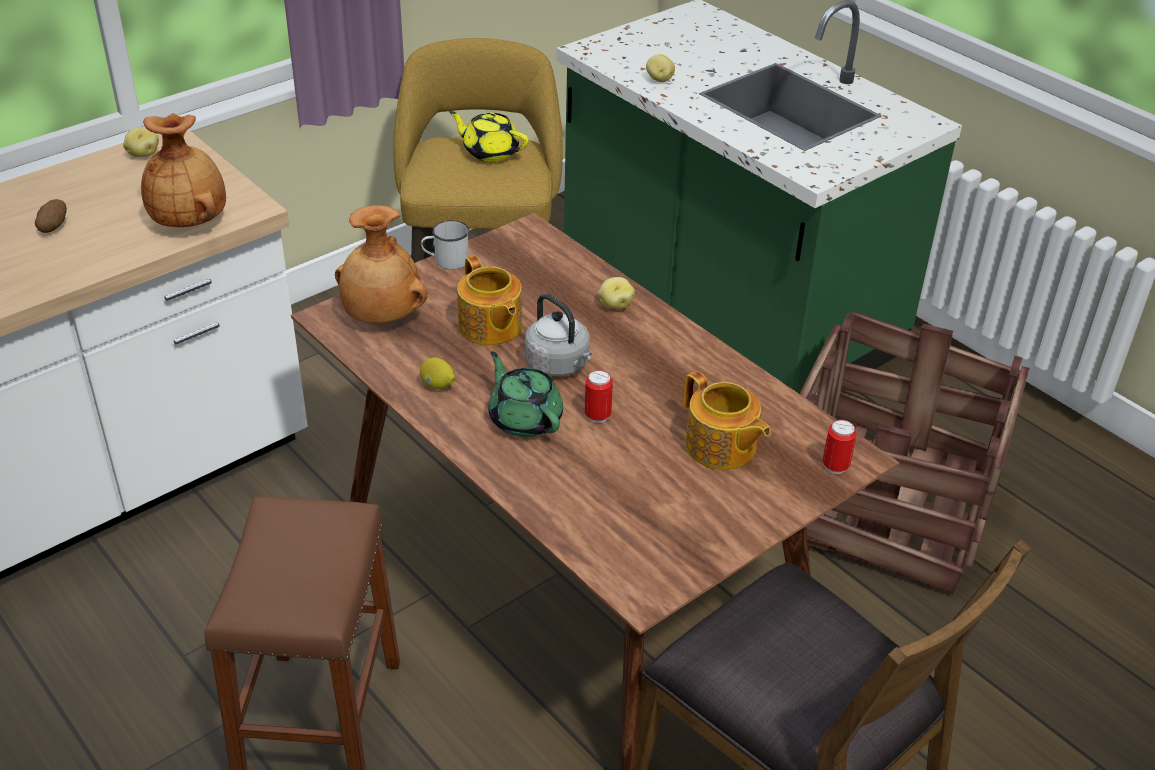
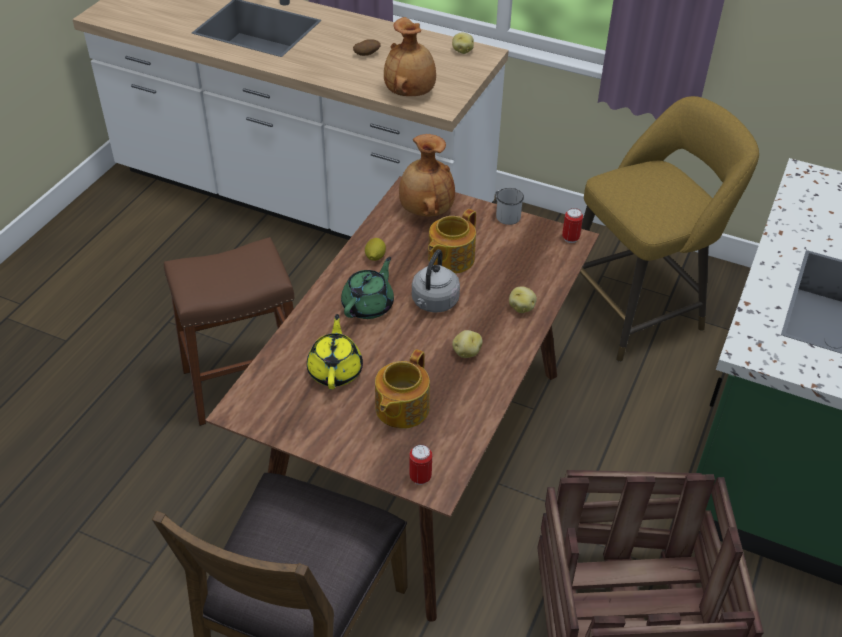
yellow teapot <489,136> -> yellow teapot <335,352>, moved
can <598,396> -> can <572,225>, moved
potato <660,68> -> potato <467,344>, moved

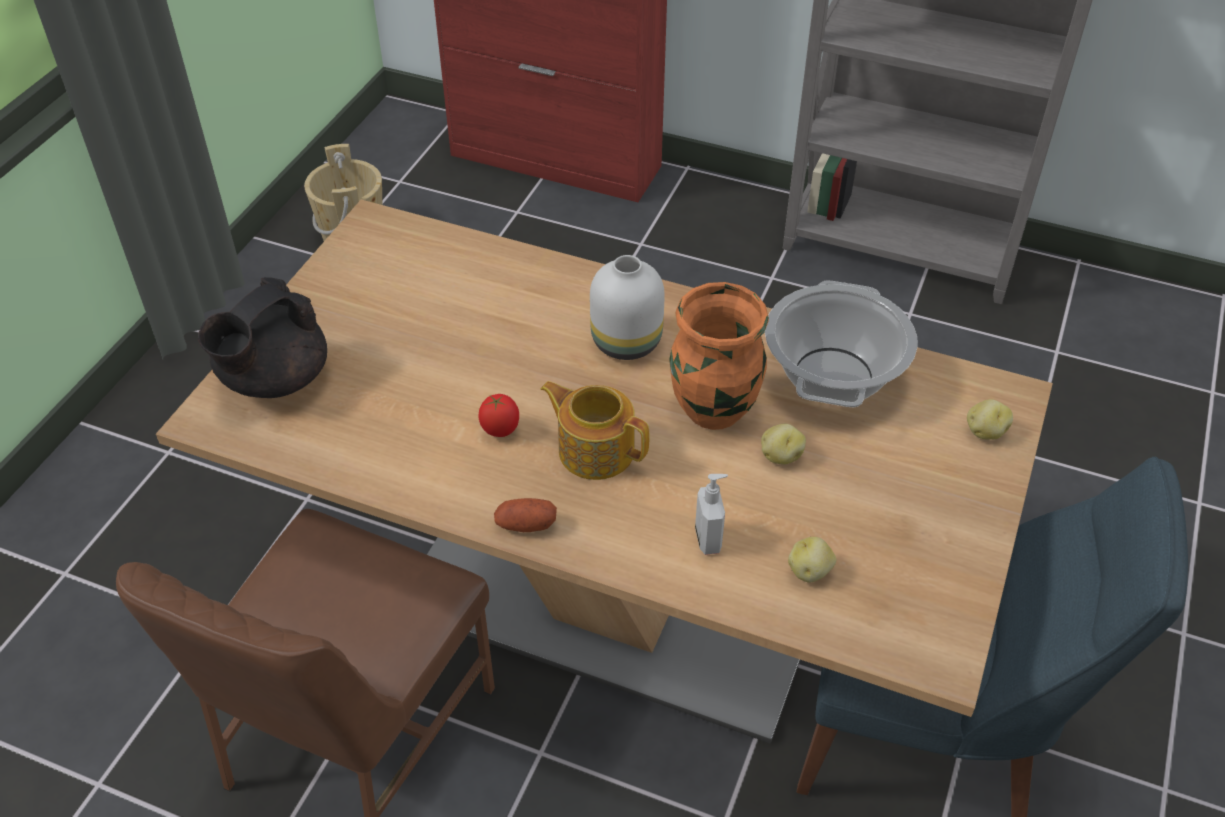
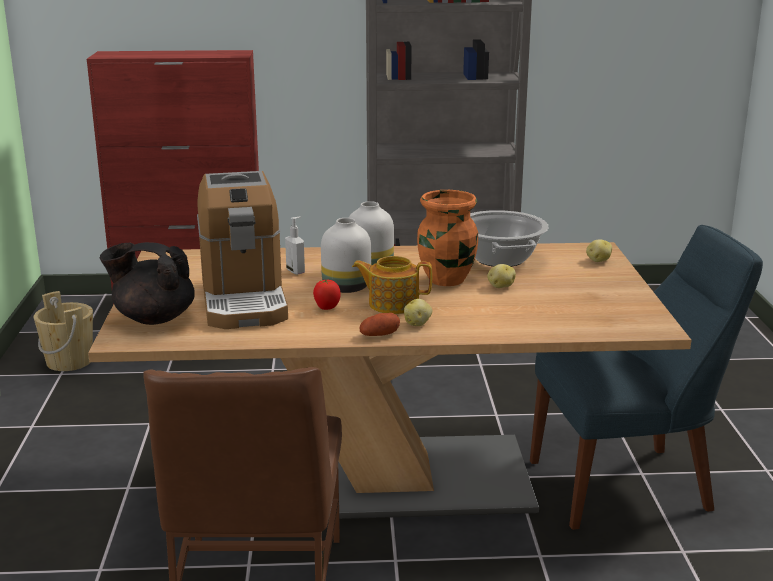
none -> coffee machine <242,250>
none -> white vase <346,255>
soap dispenser <711,514> -> soap dispenser <295,246>, moved
potato <812,560> -> potato <418,312>, moved
black teapot <262,337> -> black teapot <147,283>, 90 degrees clockwise

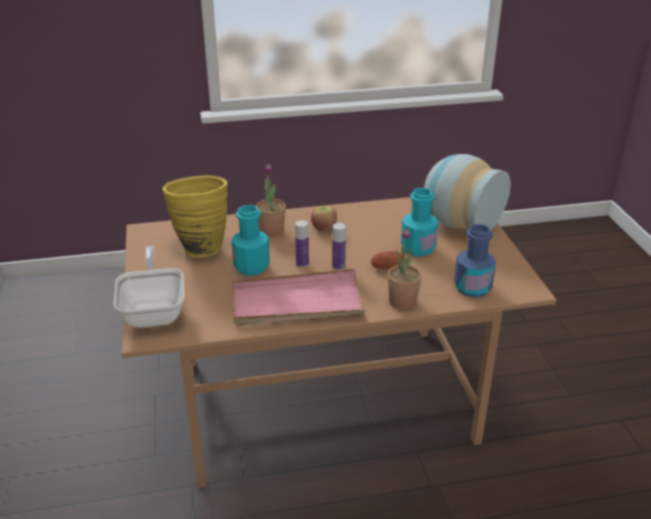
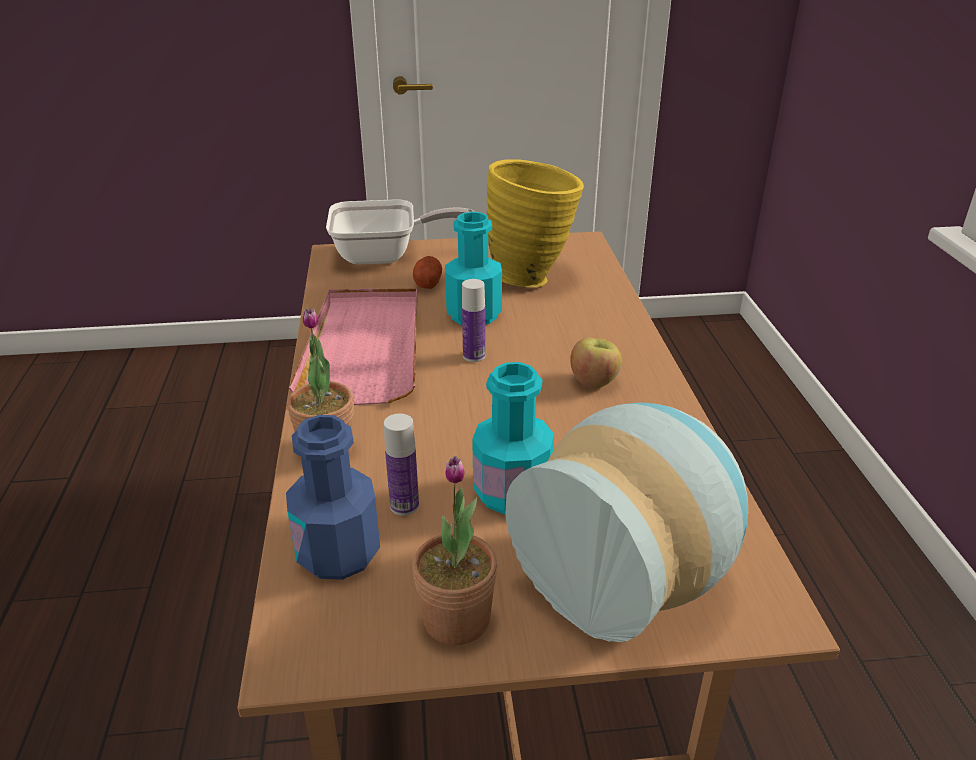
potted plant <271,200> -> potted plant <454,550>, moved
bottle <339,247> -> bottle <401,465>, moved
potato <387,260> -> potato <427,272>, moved

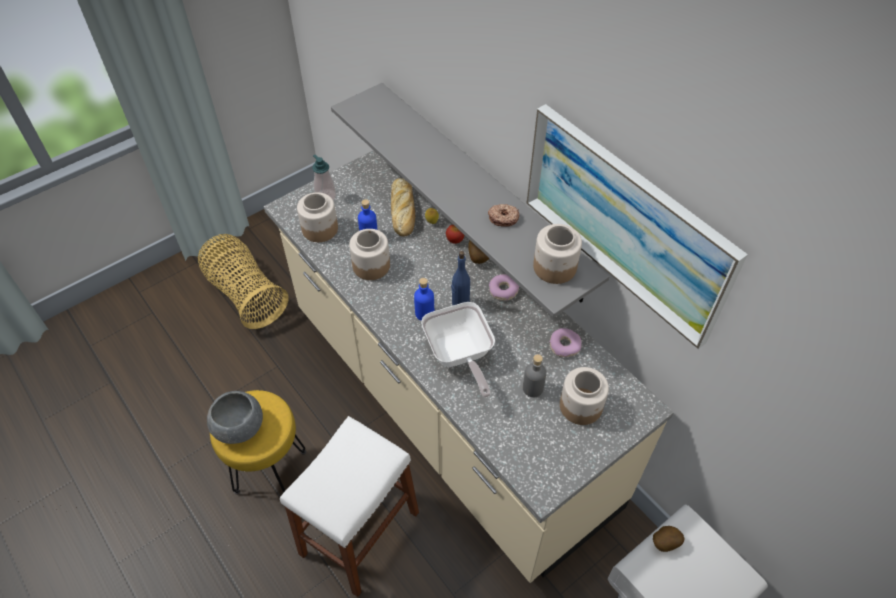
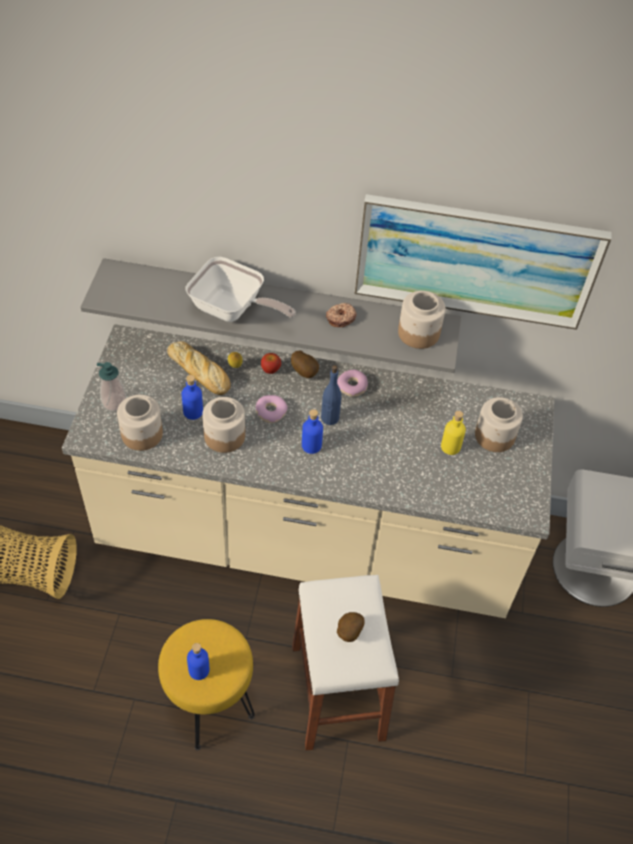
frying pan <458,350> -> frying pan <241,289>, moved
donut <565,342> -> donut <271,409>, moved
potato <668,539> -> potato <351,627>, moved
grey bowl <235,417> -> blue bottle <198,661>
grey bottle <535,375> -> yellow bottle <453,433>

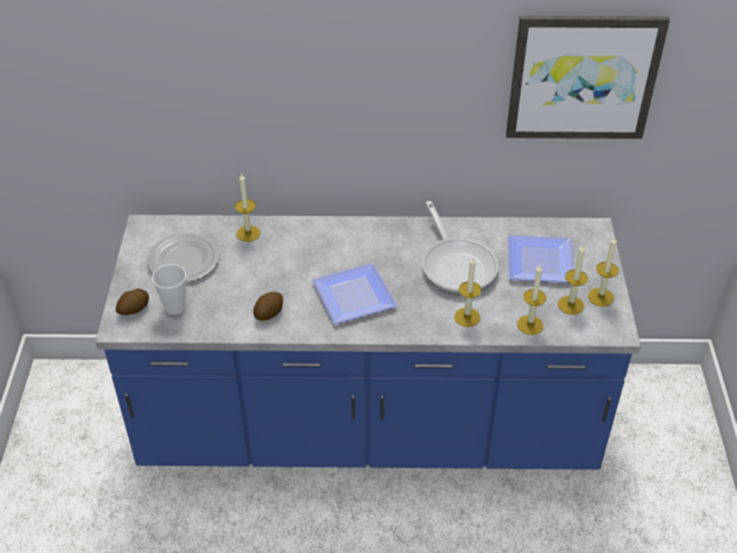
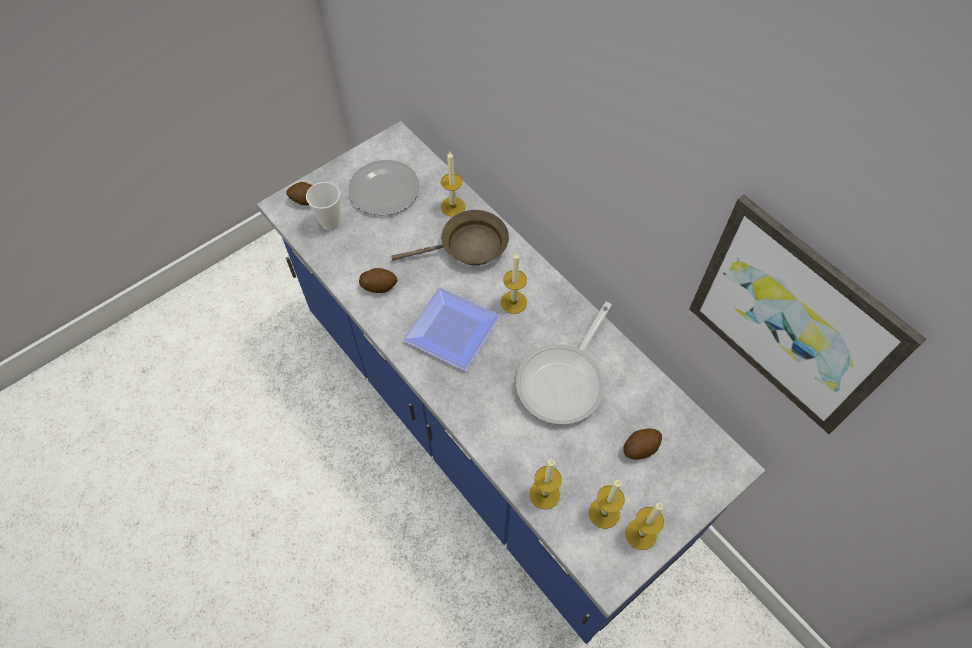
none -> brown frying pan <450,237>
candle <467,291> -> candle <513,283>, moved
plate <541,259> -> potato <642,444>

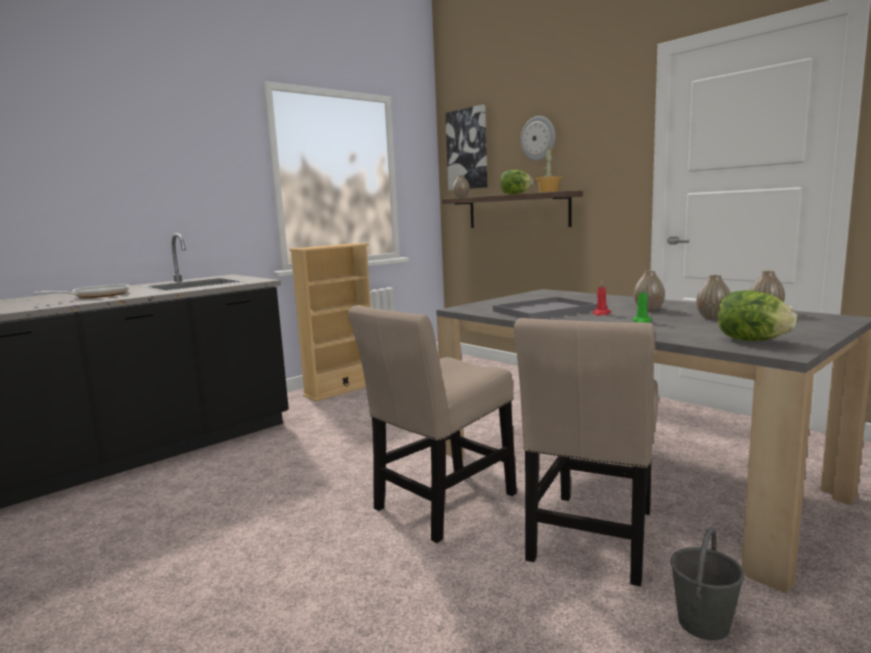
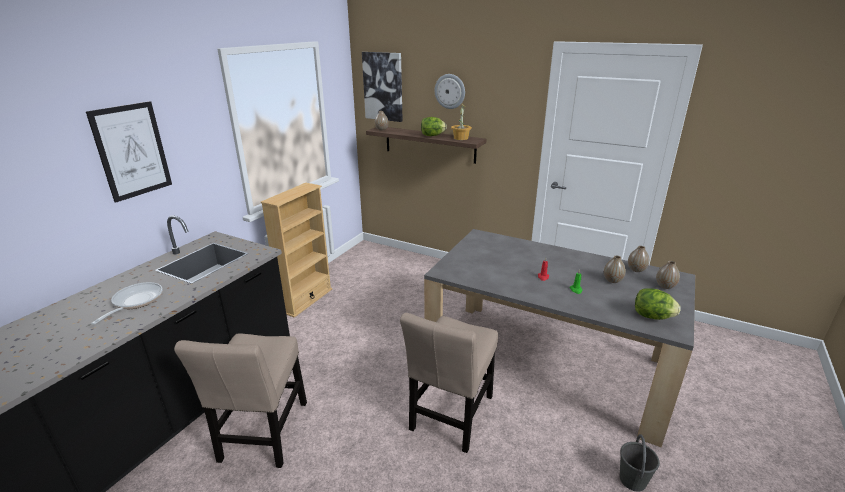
grey tray <545,308> -> none
none -> picture <129,152>
beige chair <586,452> -> beige chair <240,401>, moved
vase <649,290> -> vase <668,275>, moved

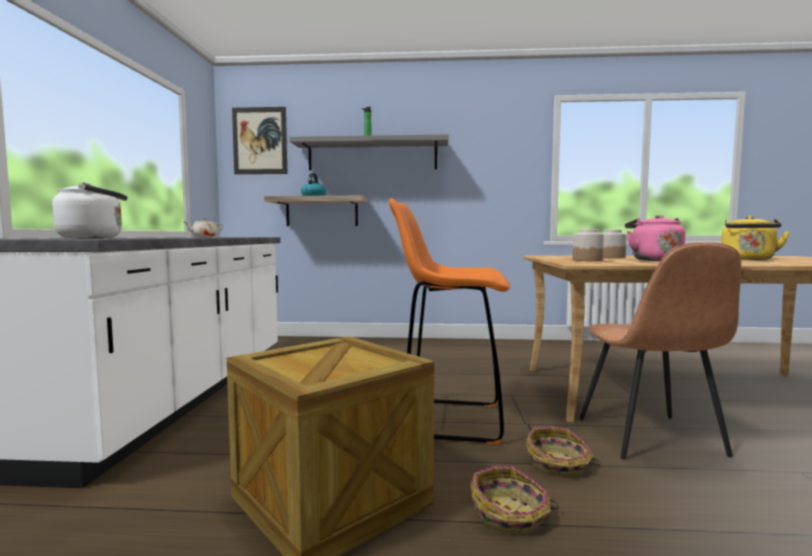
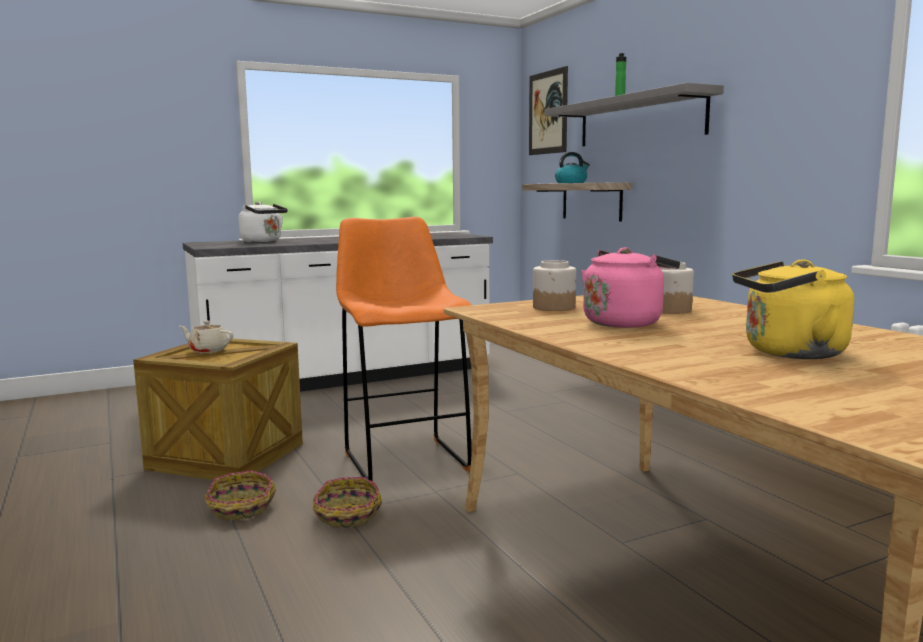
brown chair <660,350> -> none
beige teapot <202,227> -> beige teapot <206,337>, moved

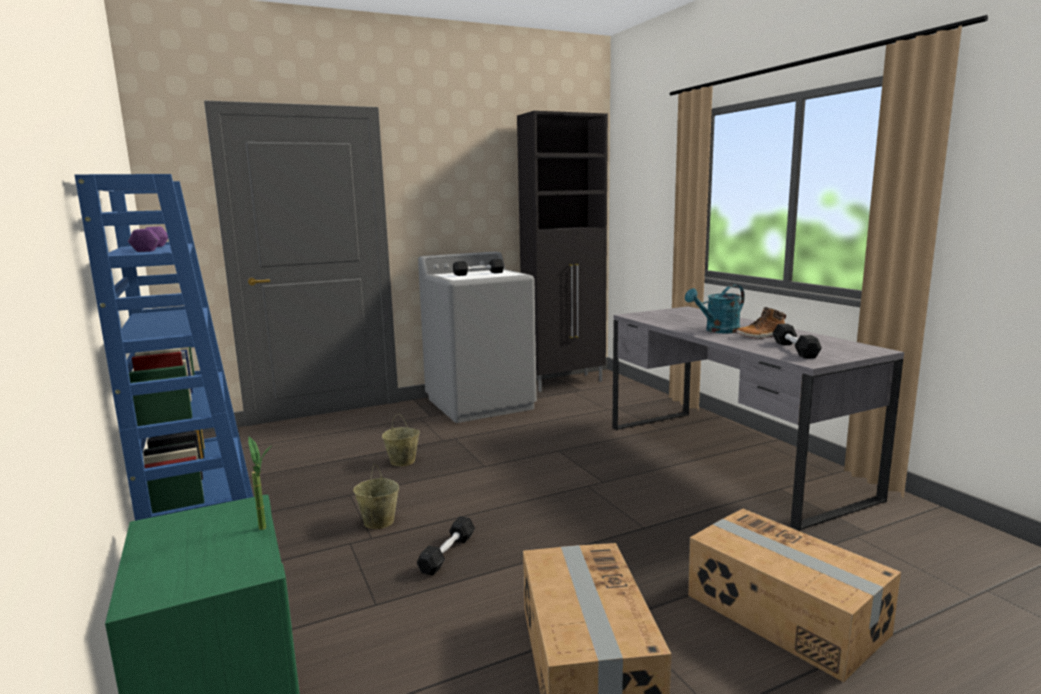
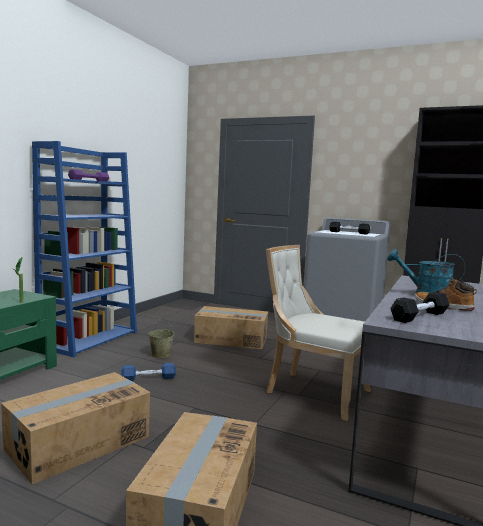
none -> beige chair <318,333>
beige bucket <401,439> -> cardboard box <231,327>
black dumbbell <446,546> -> blue dumbbell <148,372>

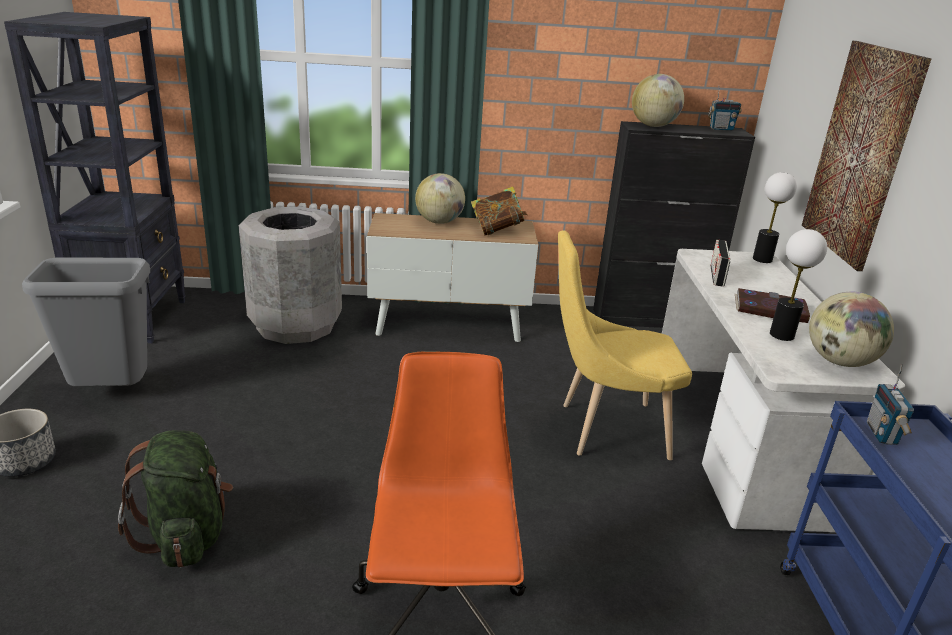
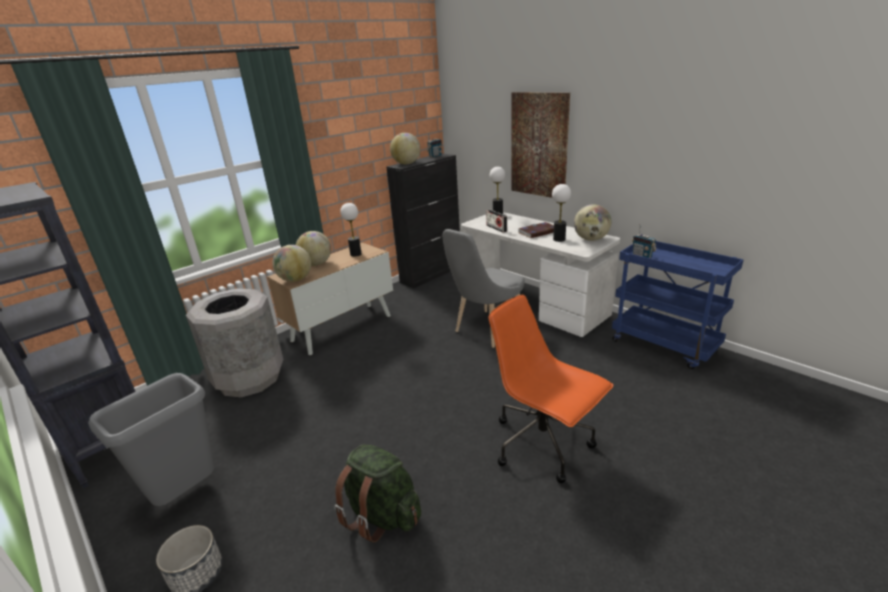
none -> globe <291,263>
book <499,210> -> table lamp <351,230>
yellow chair <625,345> -> grey chair <484,288>

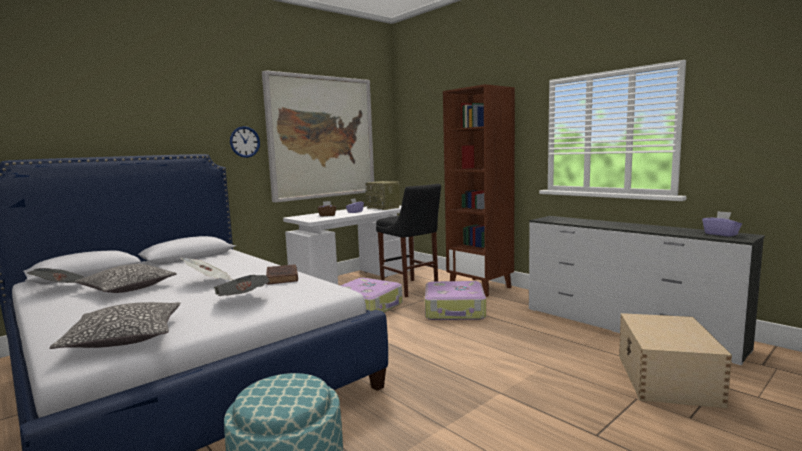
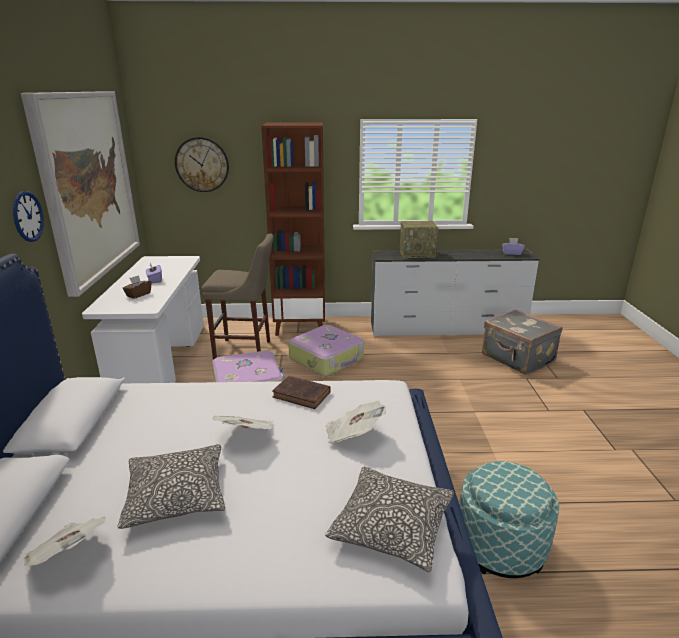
none -> wall clock <202,164>
radio <382,195> -> radio <419,240>, moved
beige storage box <675,360> -> grey suitcase <522,342>
black stool <408,240> -> beige stool <238,296>

